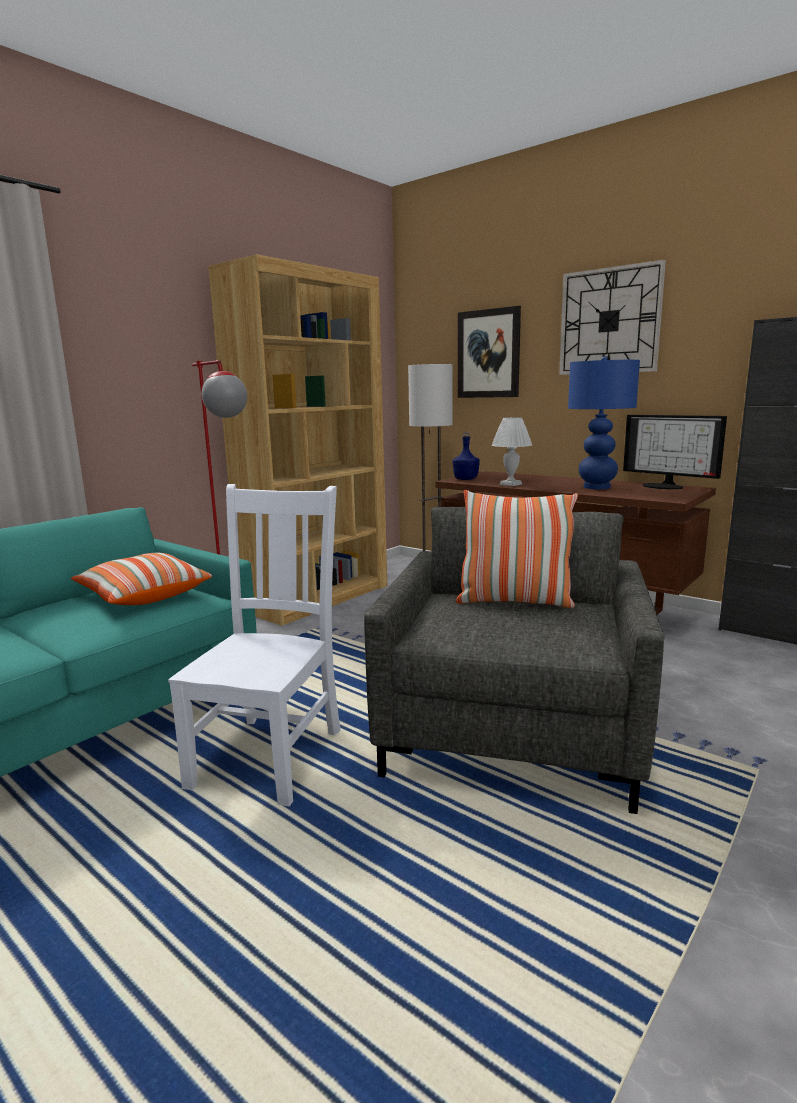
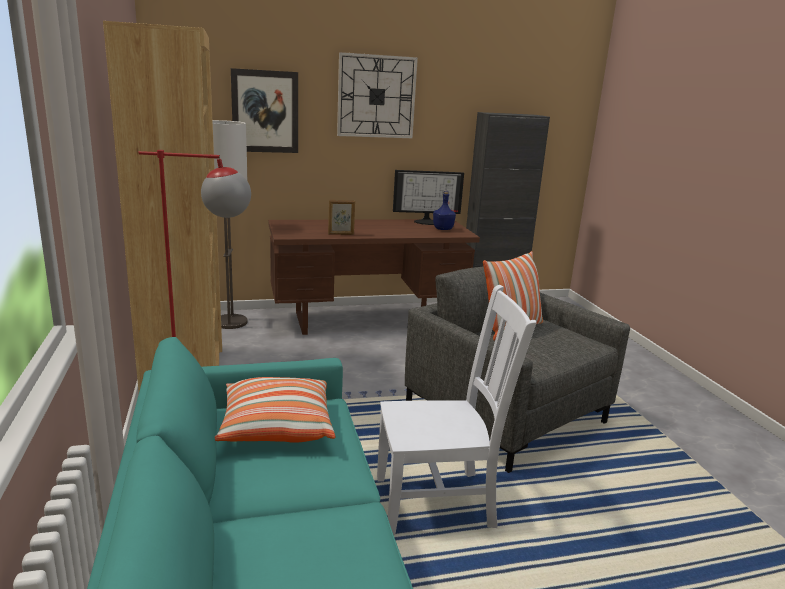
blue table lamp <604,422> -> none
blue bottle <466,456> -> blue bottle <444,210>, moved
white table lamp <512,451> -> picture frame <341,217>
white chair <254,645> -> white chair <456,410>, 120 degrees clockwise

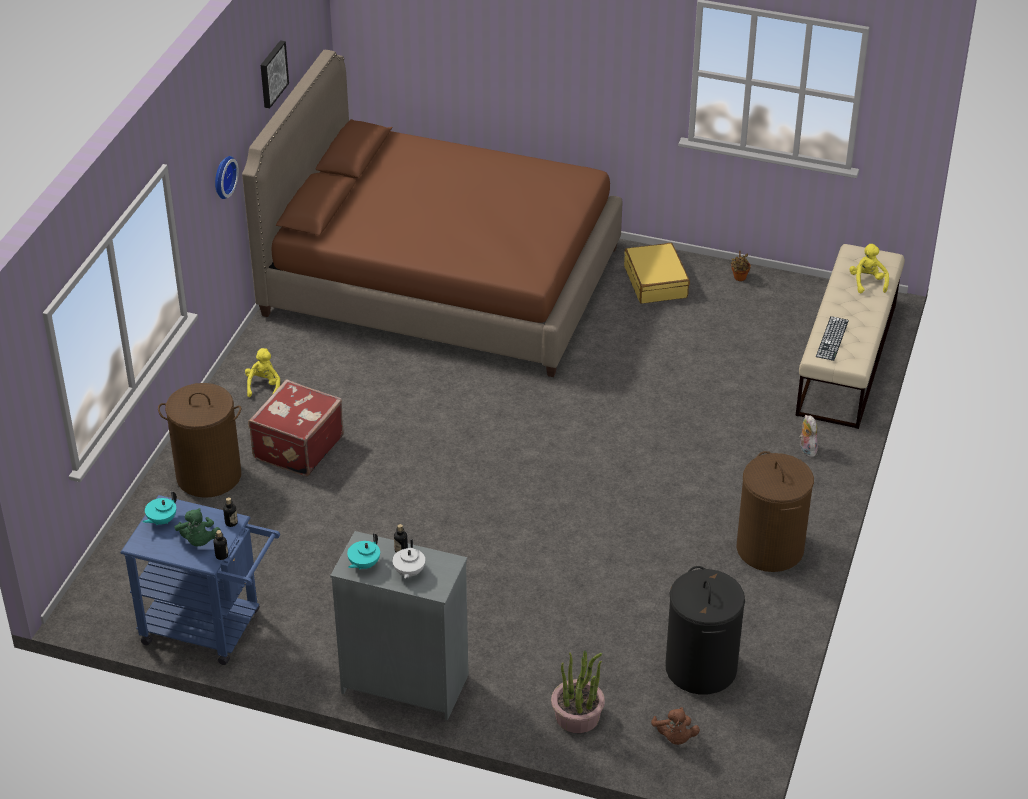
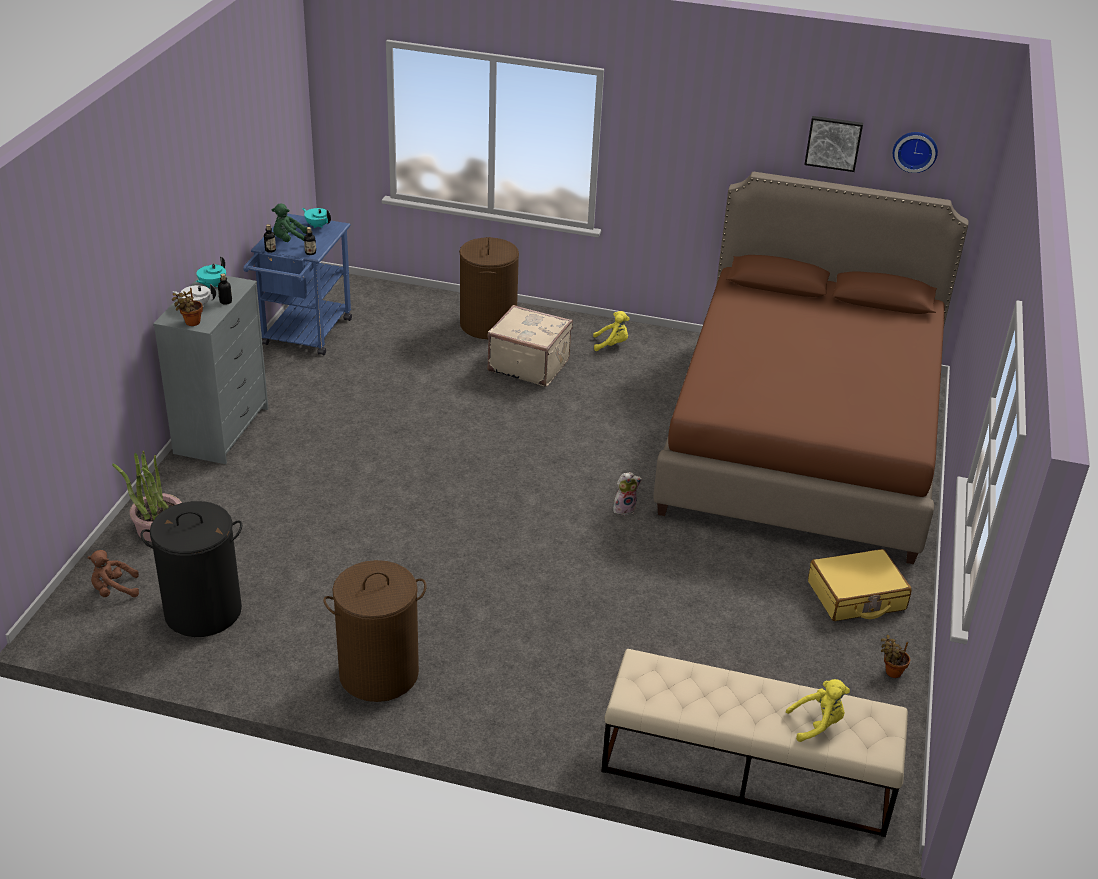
keyboard <832,338> -> none
none -> potted plant <187,307>
wall clock <227,177> -> wall clock <915,152>, moved
plush toy <808,436> -> plush toy <627,493>, moved
red suitcase <296,427> -> beige suitcase <530,346>
turquoise teapot <363,551> -> turquoise teapot <211,272>, 90 degrees counterclockwise

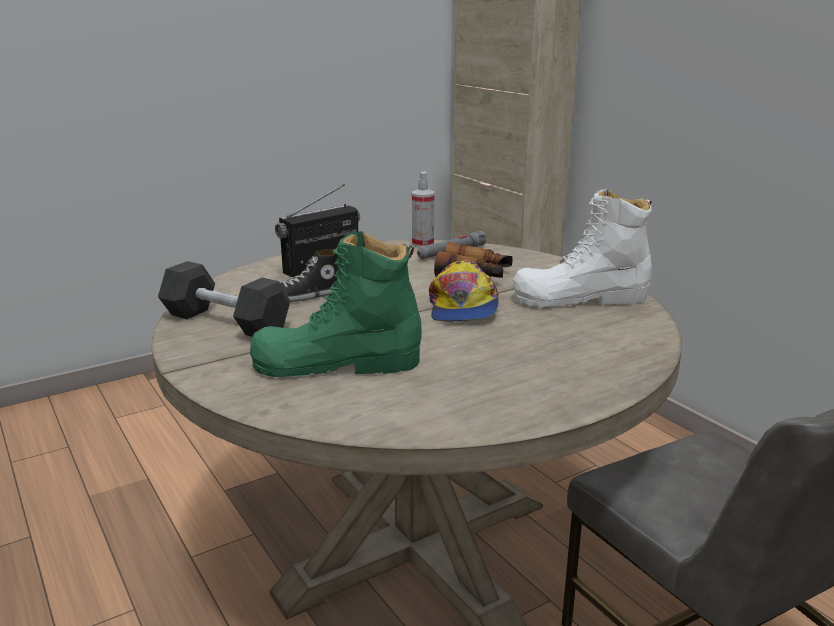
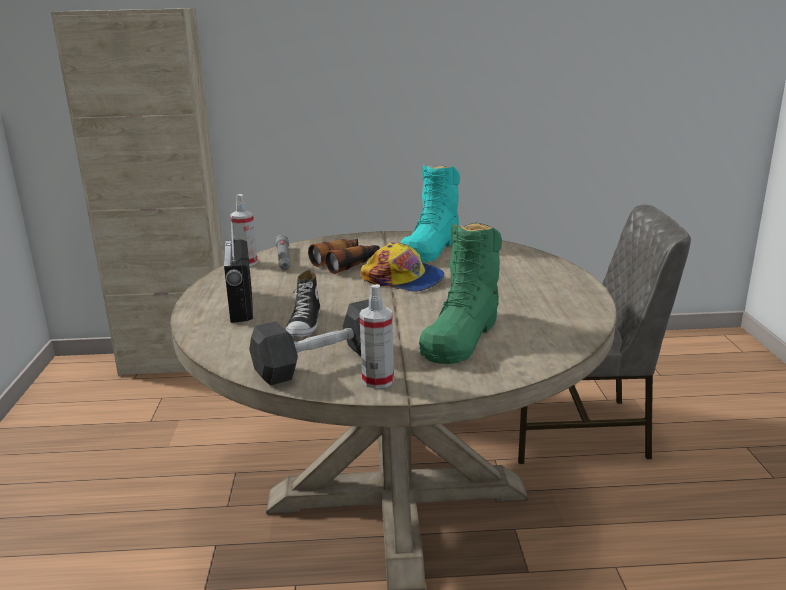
none -> spray bottle <376,336>
white boot <582,248> -> turquoise boot <430,213>

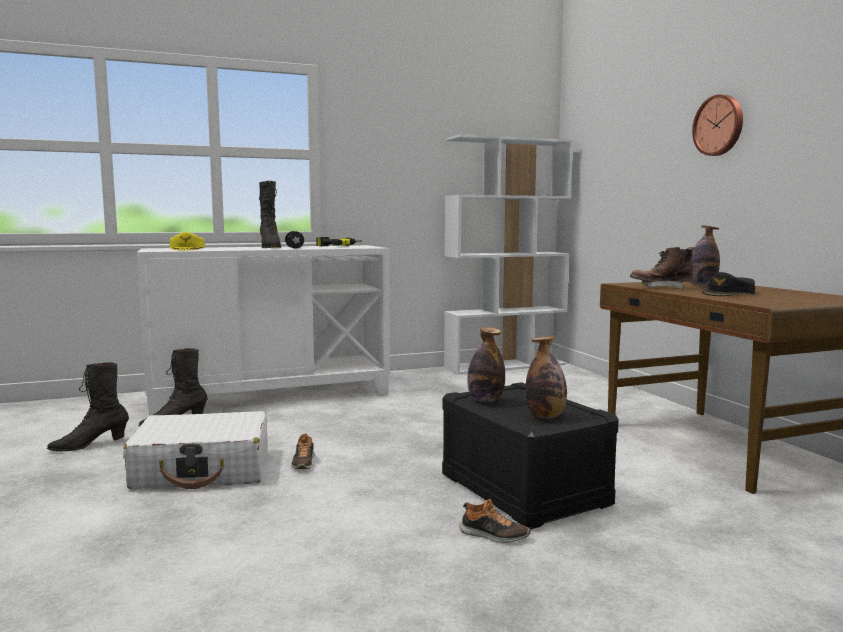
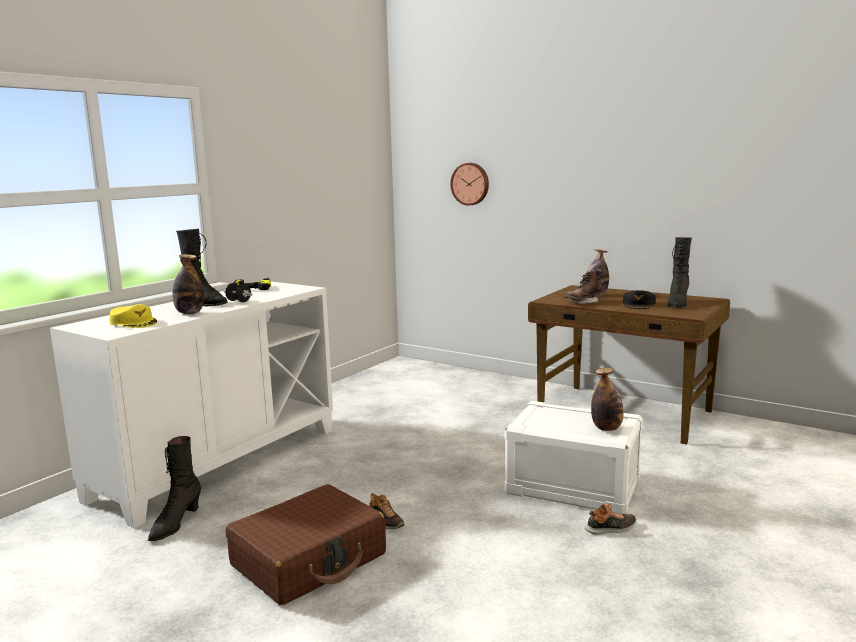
white bookcase <508,254> -> none
black boot <88,407> -> black boot <679,272>, moved
bottle <486,364> -> bottle <188,284>, moved
wall clock <717,125> -> wall clock <469,184>, moved
white suitcase <195,450> -> brown suitcase <306,544>
black storage box <530,456> -> white storage box <573,457>

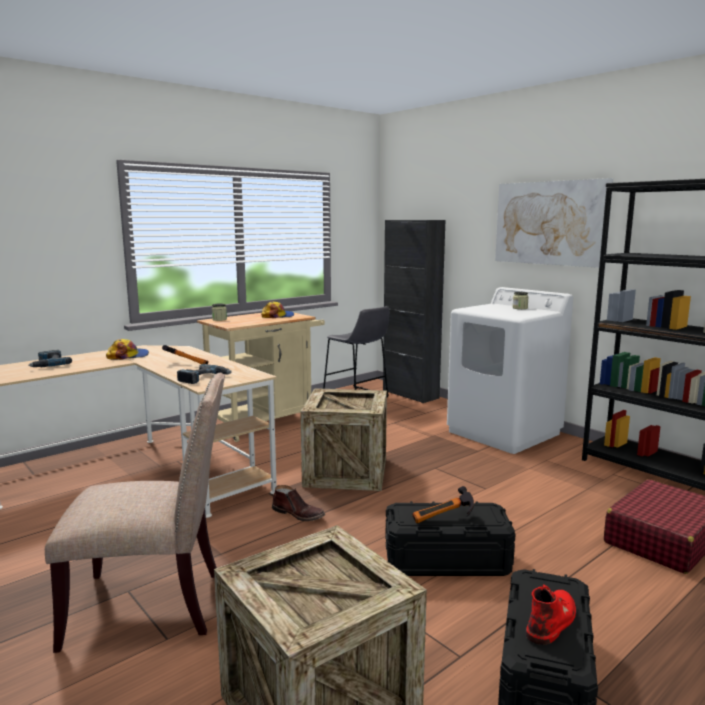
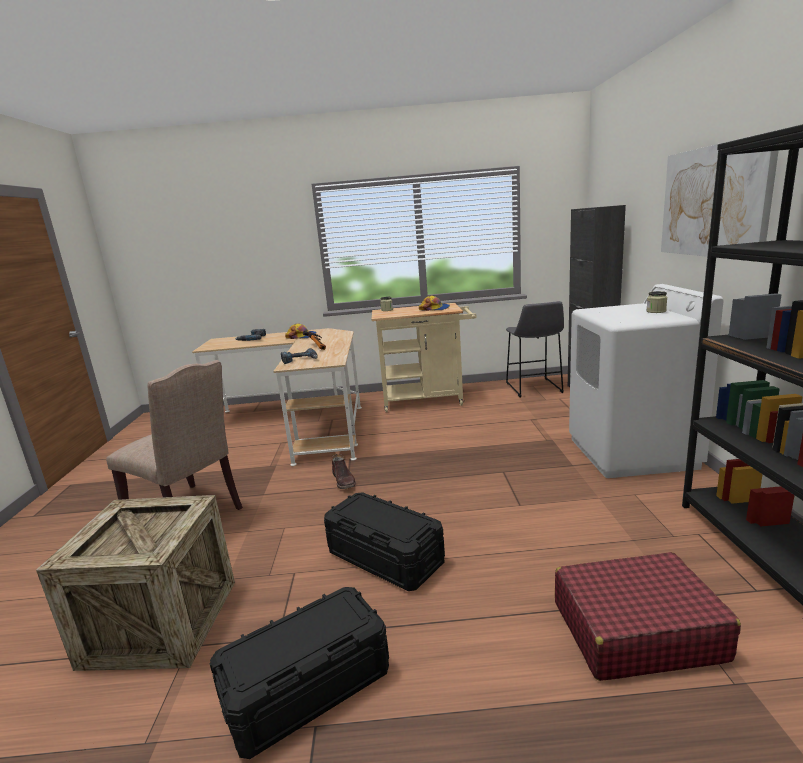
crate <343,439> -> none
hammer <443,504> -> none
red boot <551,615> -> none

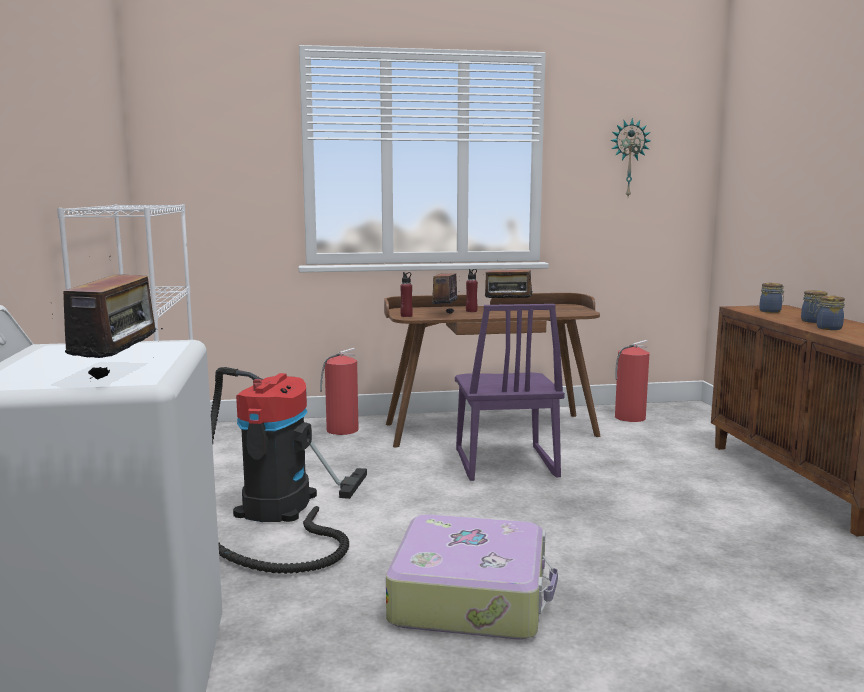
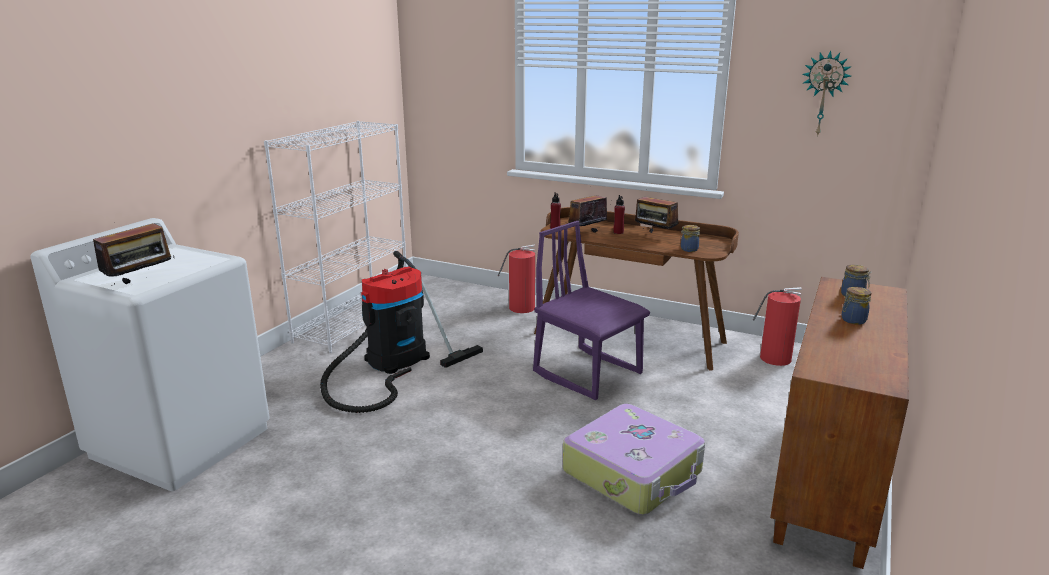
suitcase <472,577> -> suitcase <634,459>, moved
jar <830,312> -> jar <690,238>, moved
purple chair <510,392> -> purple chair <591,311>, 105 degrees clockwise

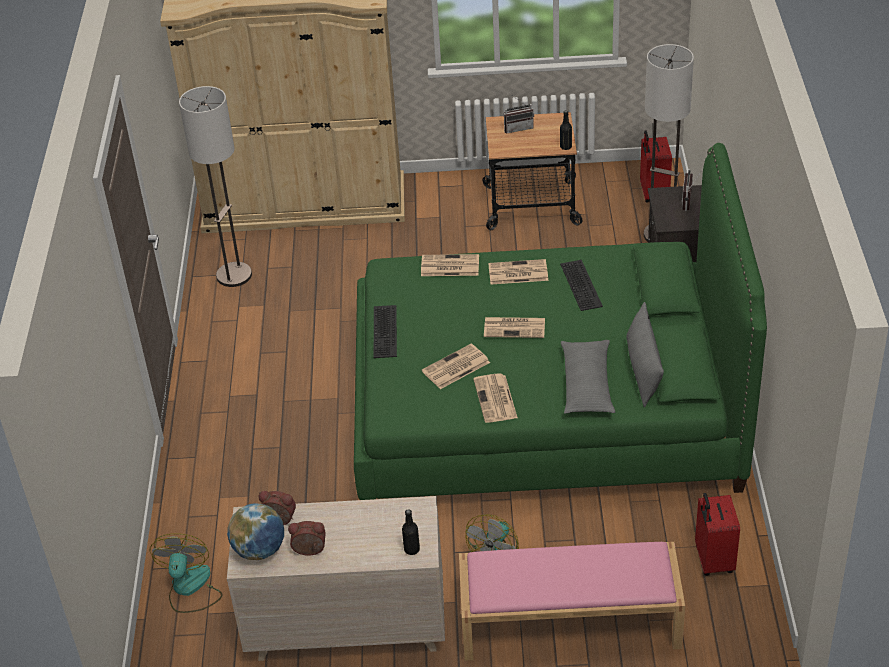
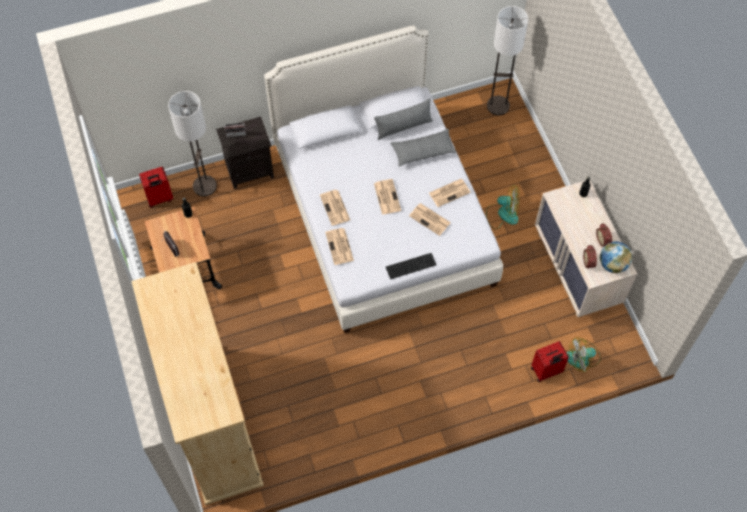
pink bench <572,601> -> none
keyboard <581,285> -> none
floor lamp <215,186> -> floor lamp <507,60>, moved
red suitcase <717,534> -> red suitcase <550,361>, moved
green bed <560,321> -> white bed <383,179>

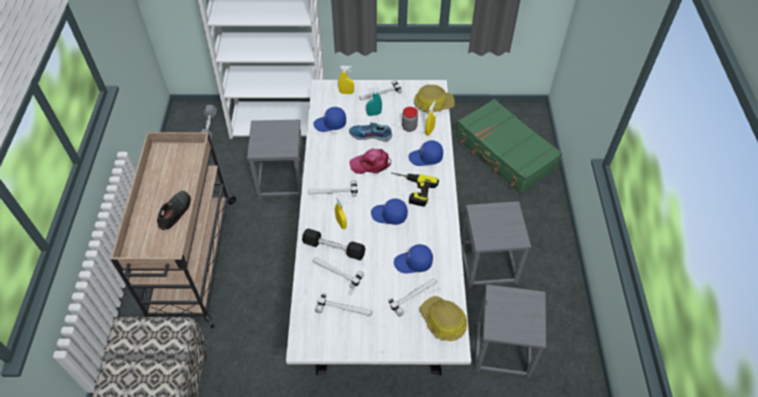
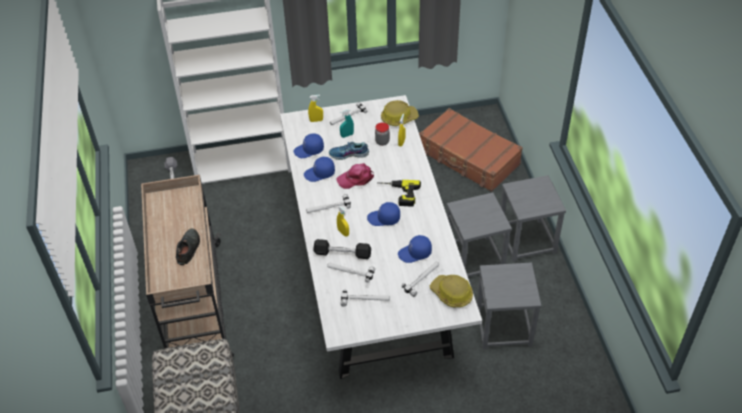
grey stool <276,159> -> grey stool <533,218>, moved
blue cap <425,153> -> blue cap <319,169>, moved
green suitcase <509,146> -> brown suitcase <471,150>

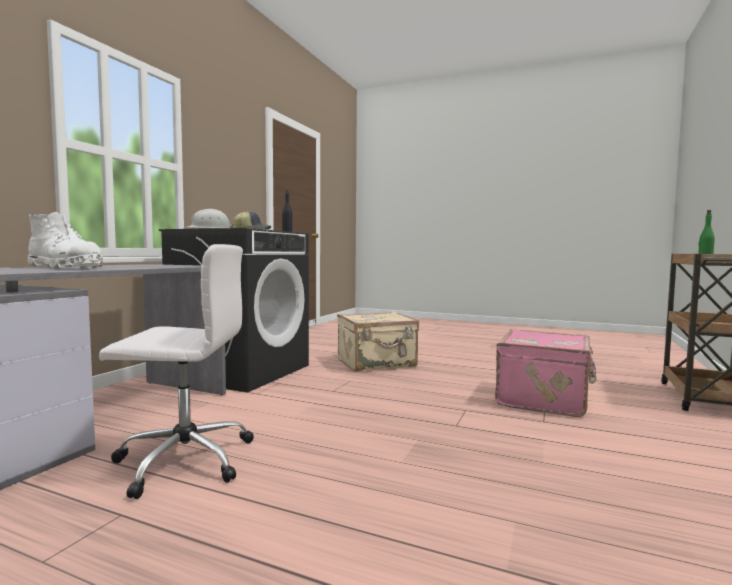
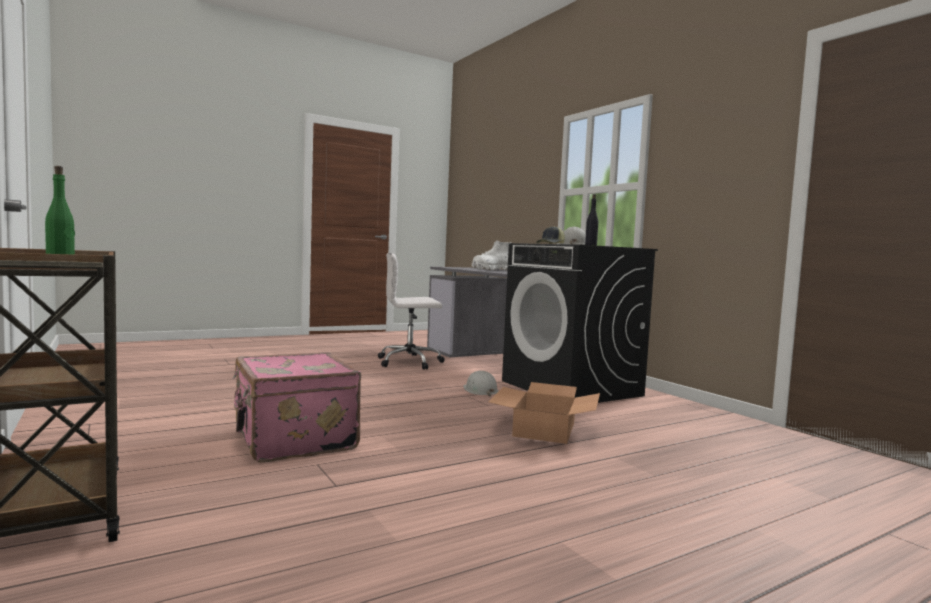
none -> white hard hat <481,384>
beige suitcase <378,341> -> cardboard box <544,413>
white office chair <176,371> -> white office chair <411,311>, 45 degrees clockwise

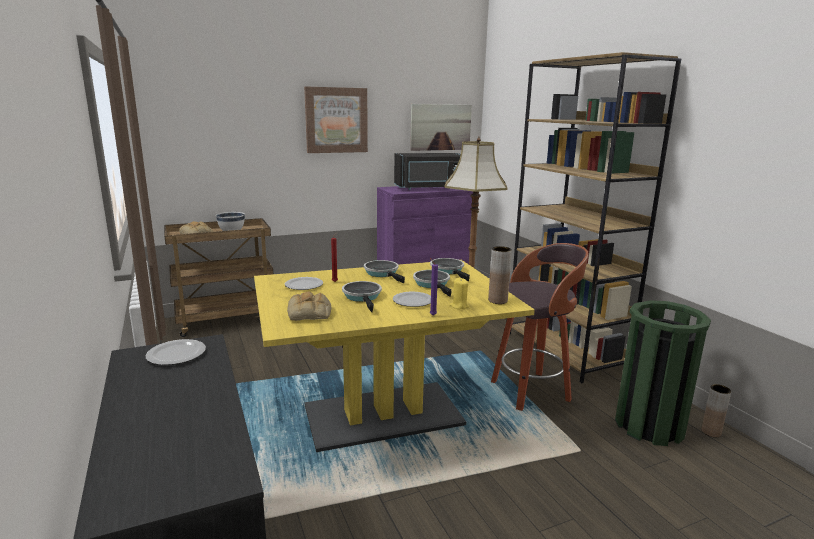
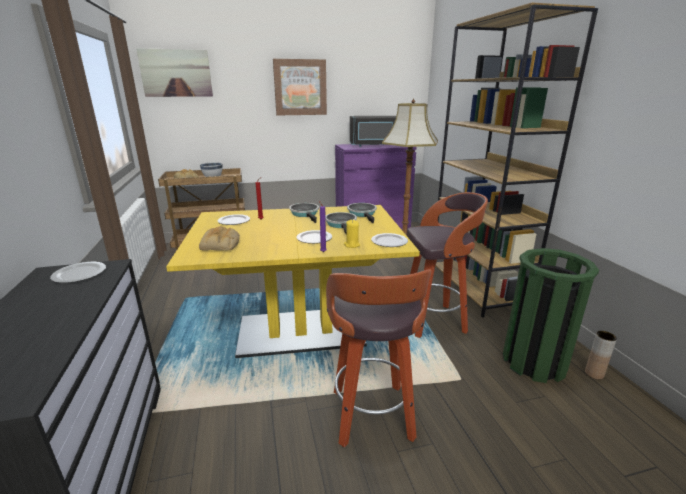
frying pan <362,296> -> none
none -> stool <378,358>
picture <441,127> -> picture <174,72>, moved
brown vase <500,275> -> plate <389,240>

